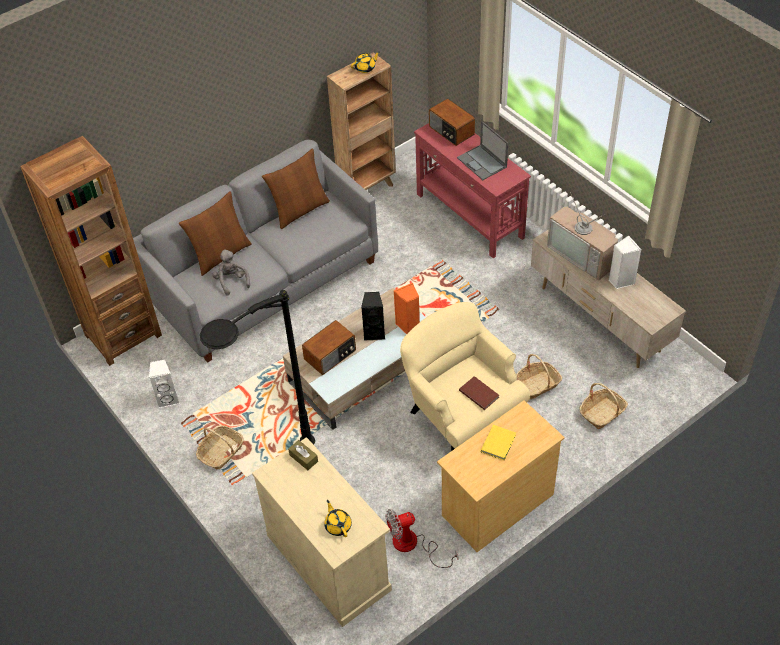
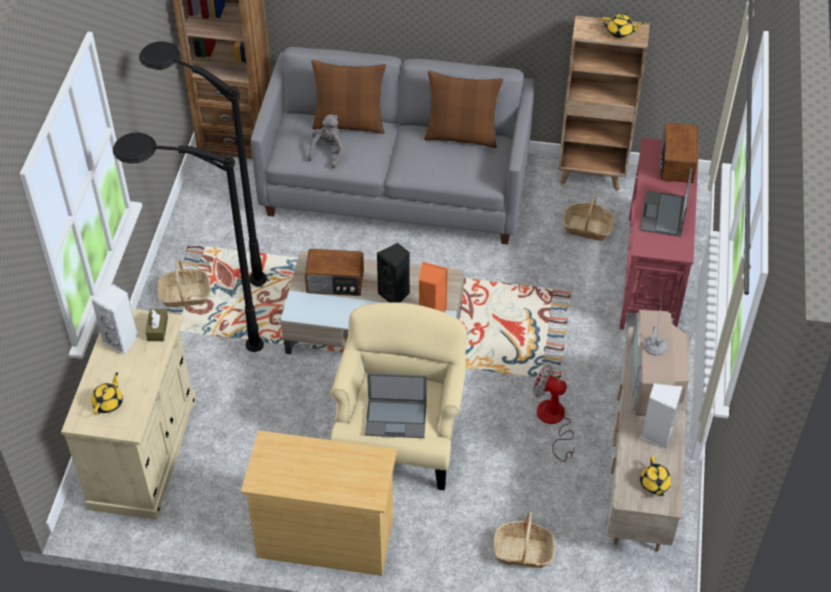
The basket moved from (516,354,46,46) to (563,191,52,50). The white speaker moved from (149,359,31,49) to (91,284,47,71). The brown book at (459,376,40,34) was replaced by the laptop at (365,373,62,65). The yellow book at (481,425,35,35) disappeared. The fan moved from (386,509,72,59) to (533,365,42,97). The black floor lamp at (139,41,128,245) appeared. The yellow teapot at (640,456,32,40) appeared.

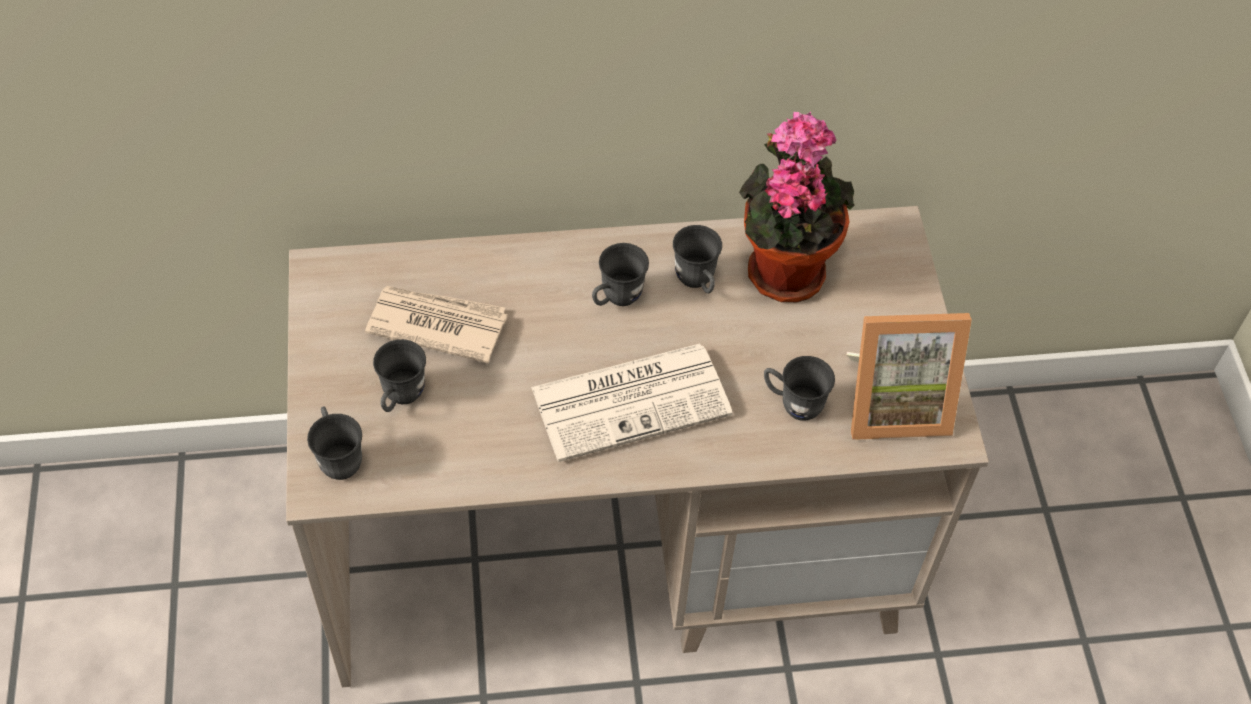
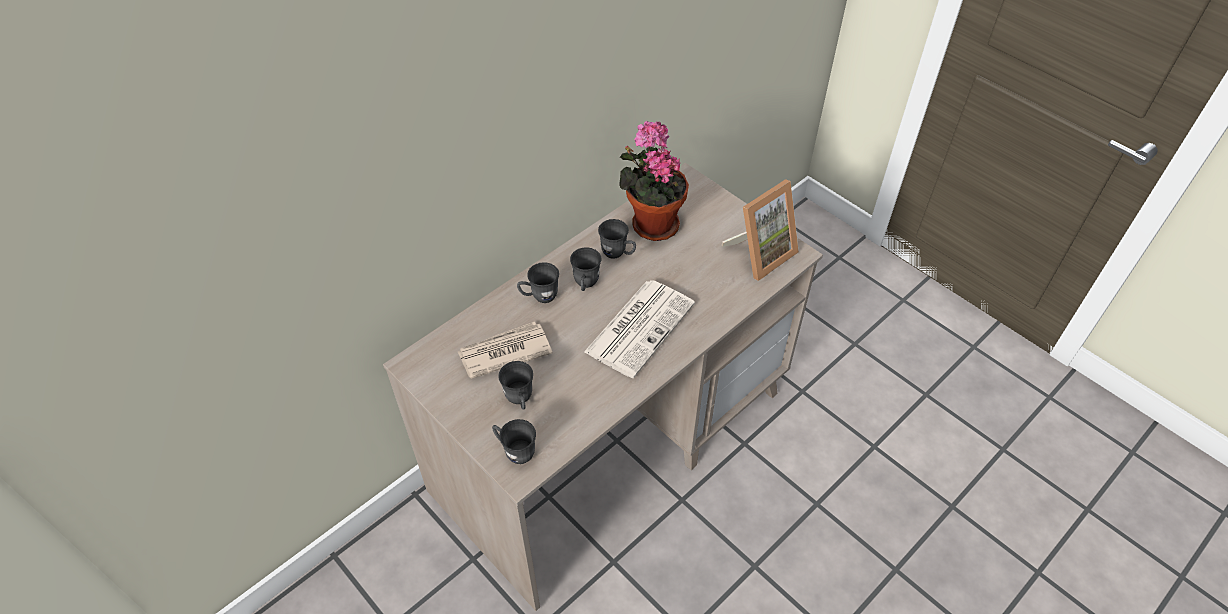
The grey mug moved from (764,356,71,65) to (517,262,42,41).

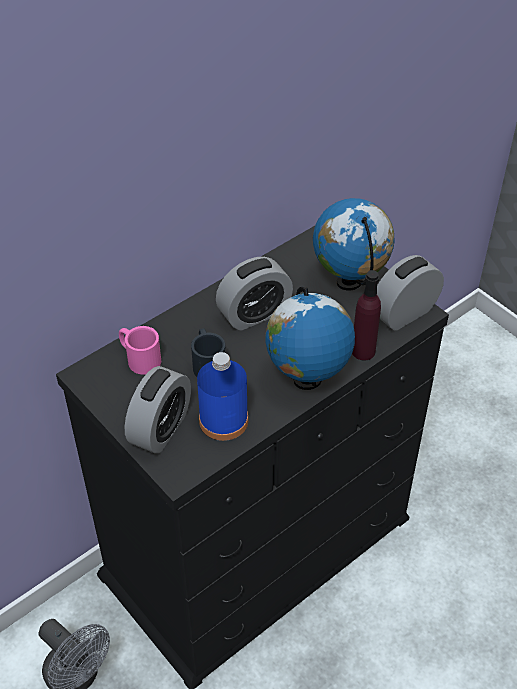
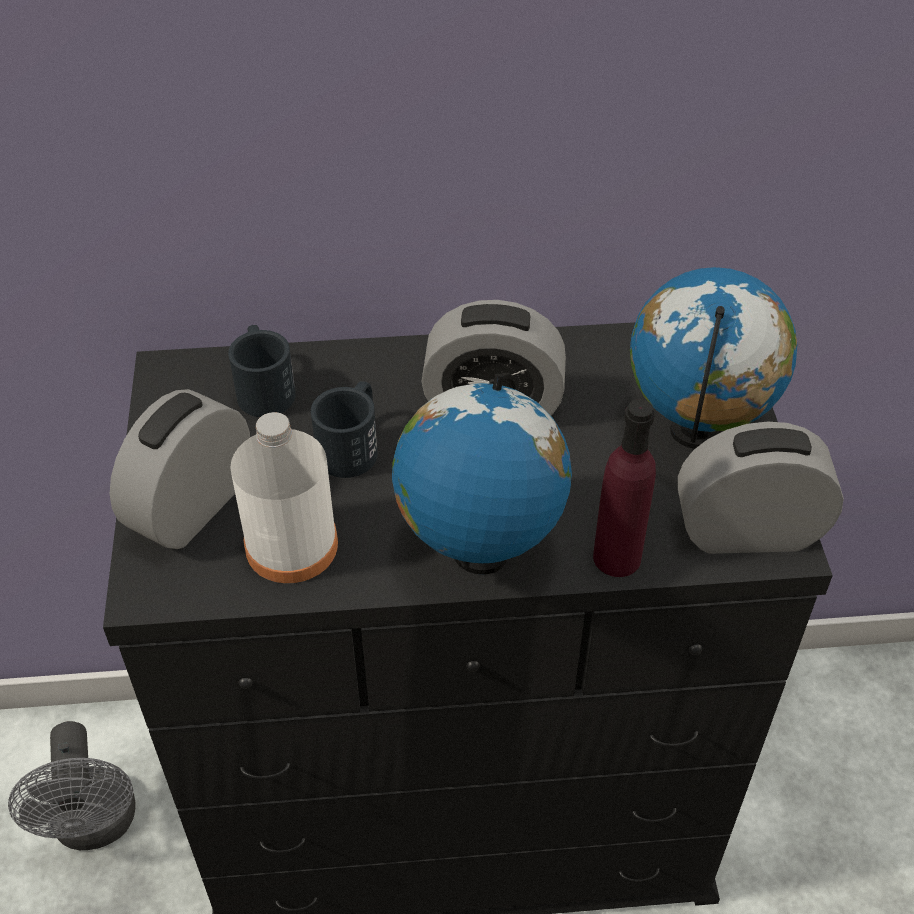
The pink mug at (119,326,42,49) became the black mug at (228,325,68,92). The blue bottle at (197,352,51,89) became the white bottle at (230,412,108,171). The alarm clock at (125,366,66,88) turned 150 degrees clockwise.

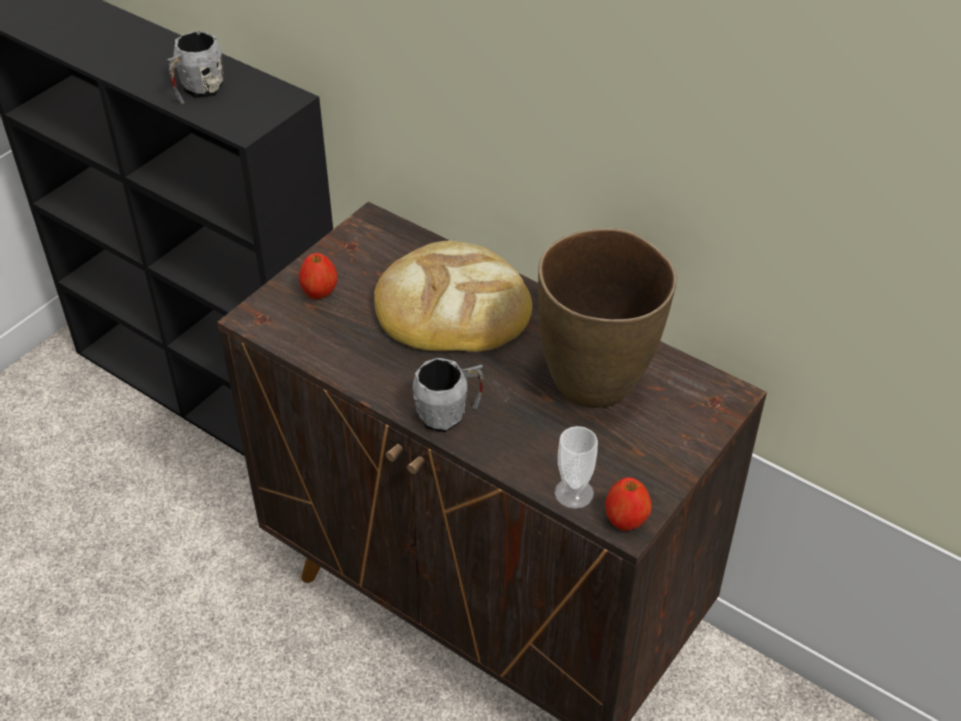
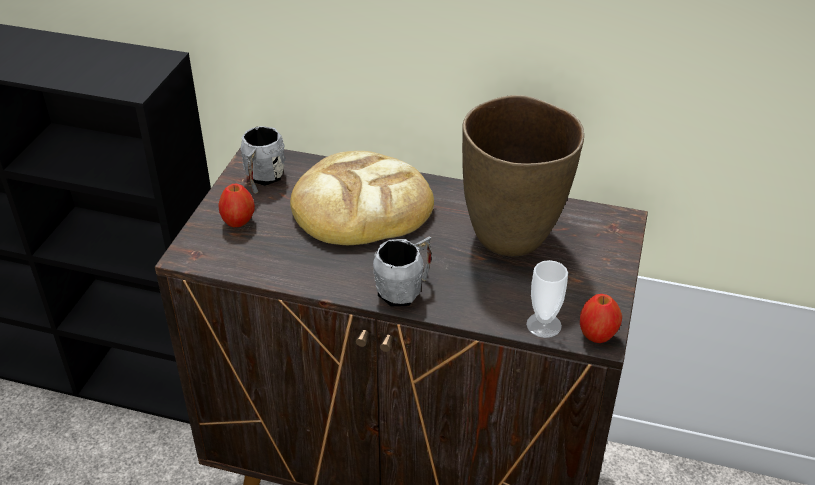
The grey mug moved from (167,31,57,73) to (241,126,45,68).

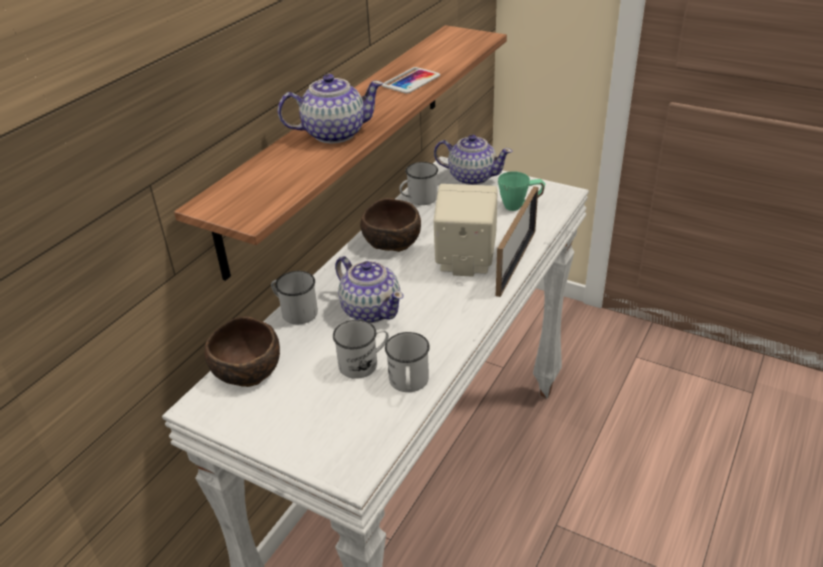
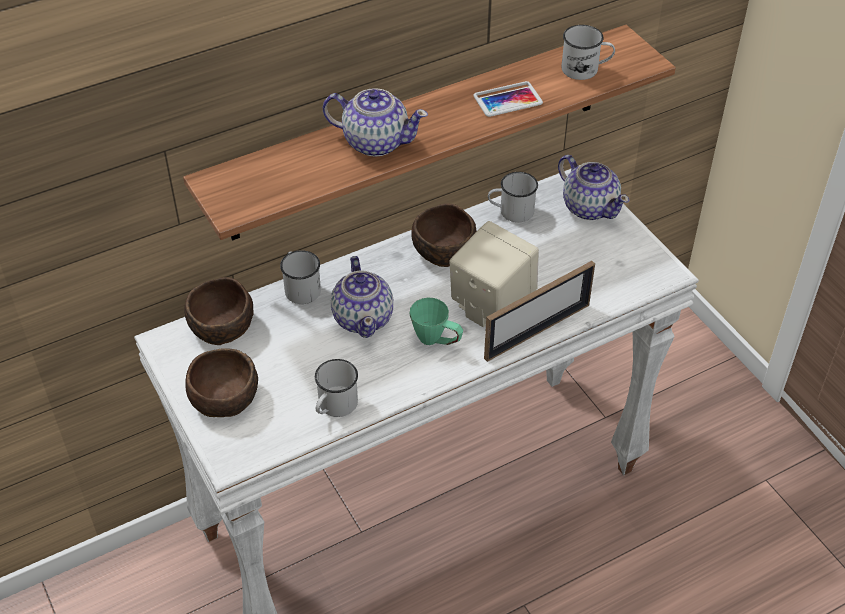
The green mug moved from (498,171,47,40) to (410,298,53,47). The white mug moved from (333,320,56,59) to (561,25,54,55). The brown bowl at (185,348,73,69) appeared.

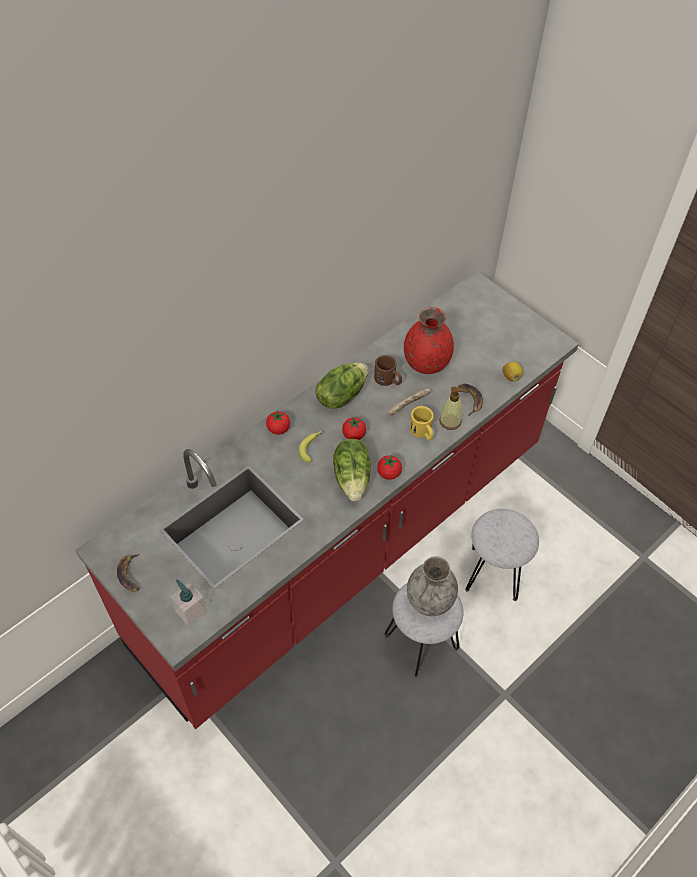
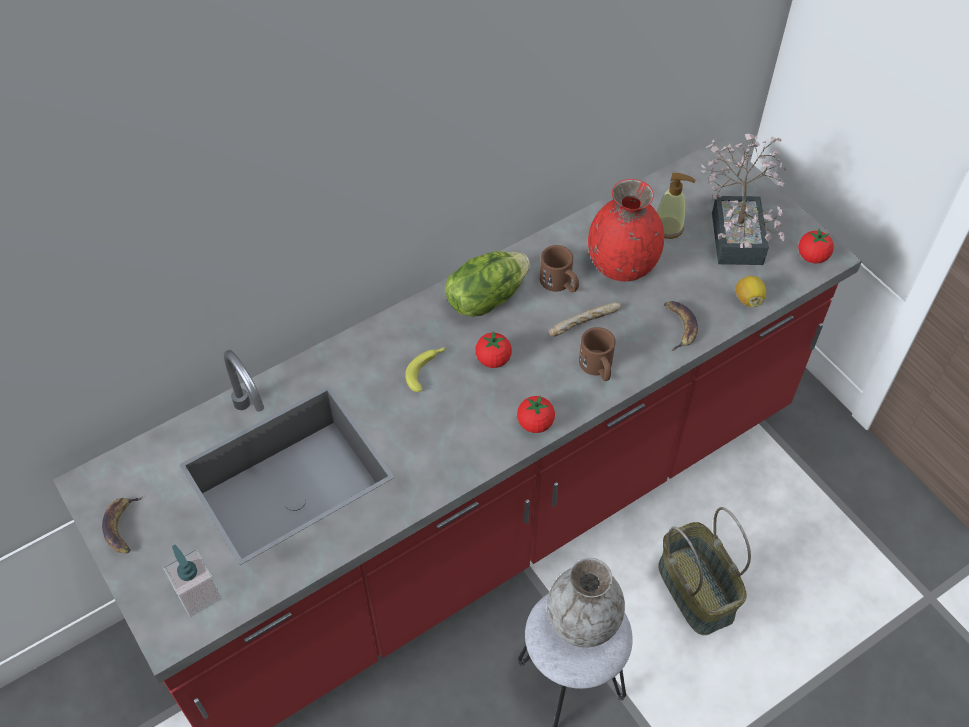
The soap dispenser moved from (439,387,29,43) to (657,173,38,66). The yellow mug at (410,406,24,35) became the brown mug at (579,327,36,54). The tomato moved from (266,410,24,25) to (798,228,36,35). The lettuce at (333,439,38,62) disappeared. The grey stool at (465,509,74,92) was replaced by the basket at (658,507,93,128). The potted plant at (701,134,85,131) appeared.

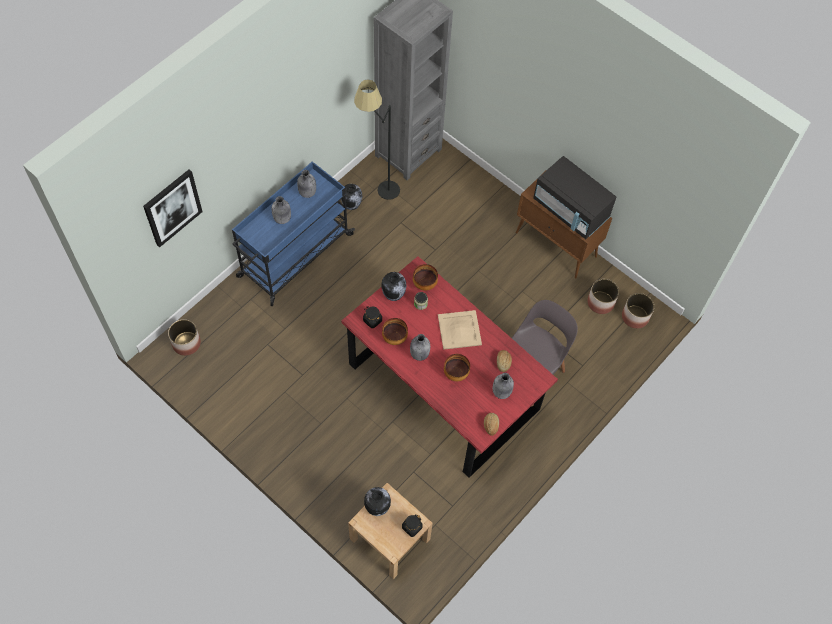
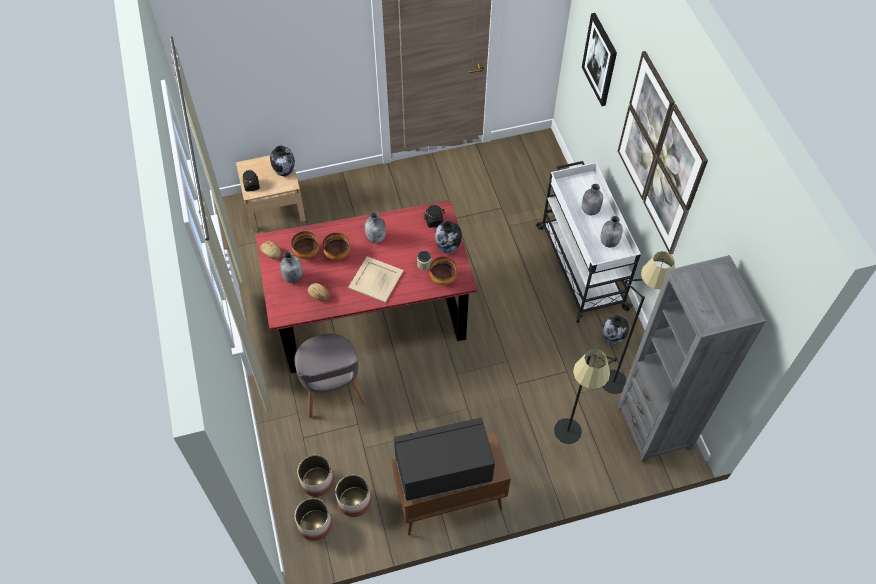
The blue cart at (232,161,123,145) became the white cart at (536,161,105,162). The bowl moved from (382,318,26,27) to (291,231,28,28). The planter moved from (168,319,33,37) to (297,455,37,42). The picture at (618,51,90,203) appeared. The black floor lamp at (554,349,63,95) appeared.

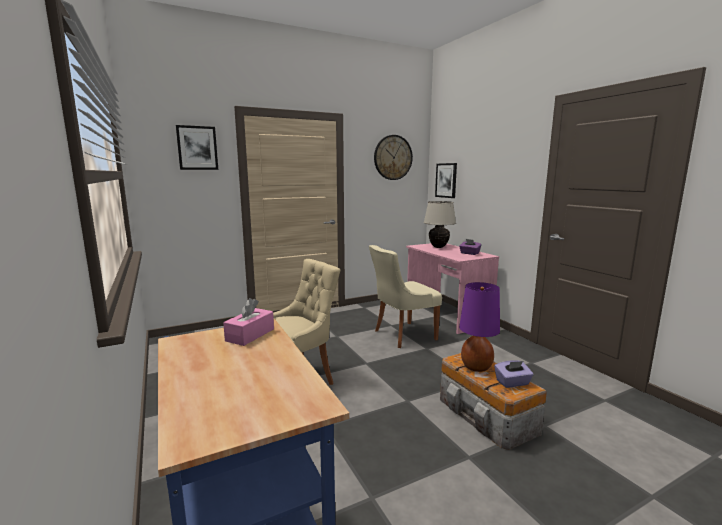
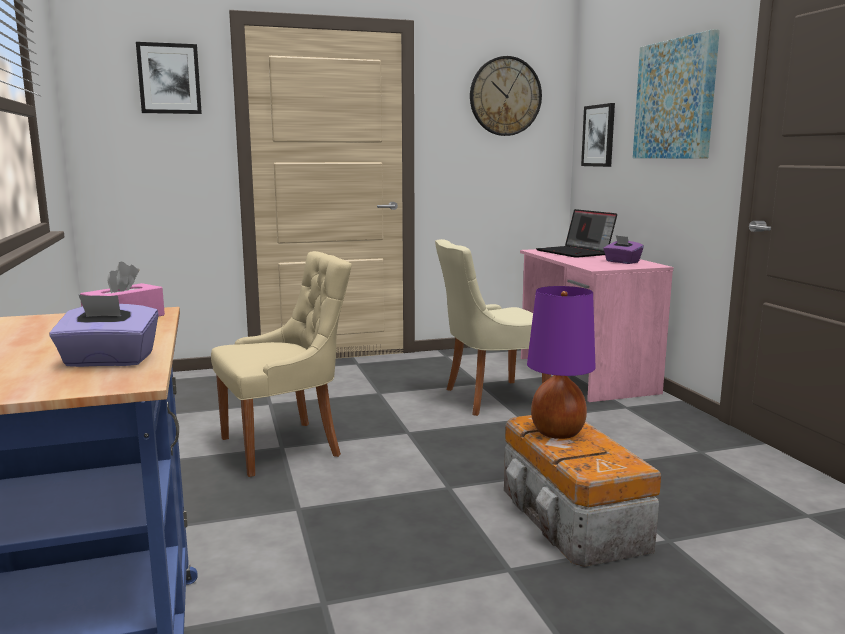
The beige table lamp at (424,201,32,47) was replaced by the laptop at (536,209,81,49). The purple tissue box moved from (494,360,40,28) to (49,295,110,72). The picture at (633,29,87,130) appeared.

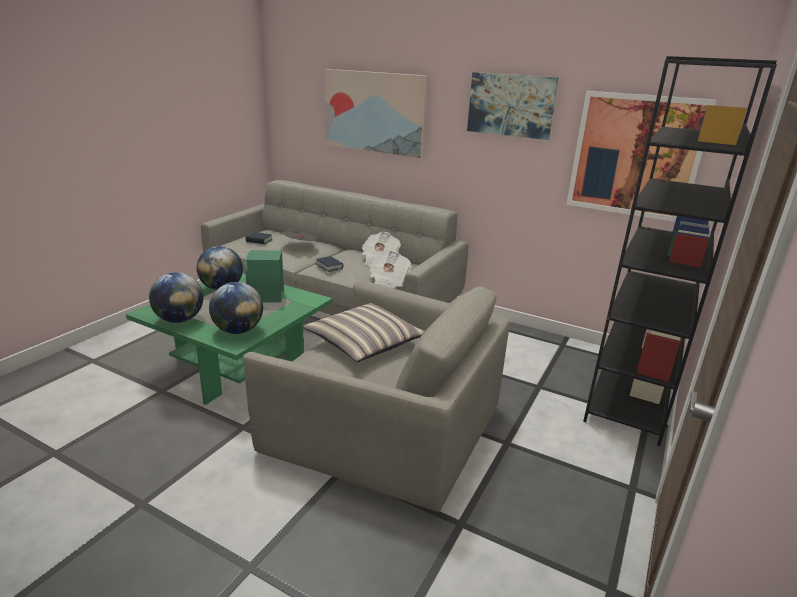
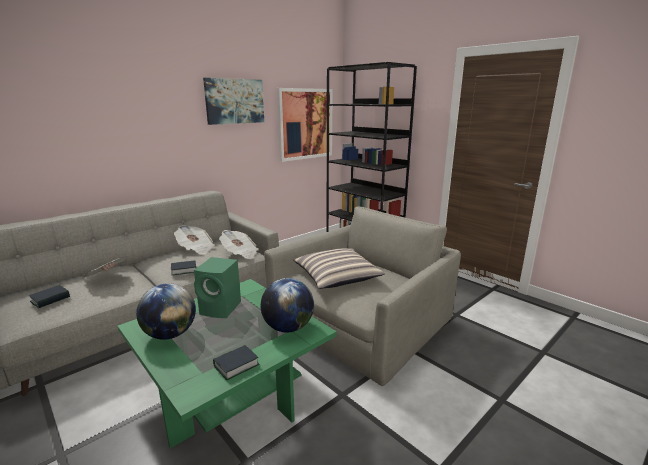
The picture at (325,69,103,89) disappeared. The globe at (149,272,54,51) was replaced by the book at (213,345,47,35).

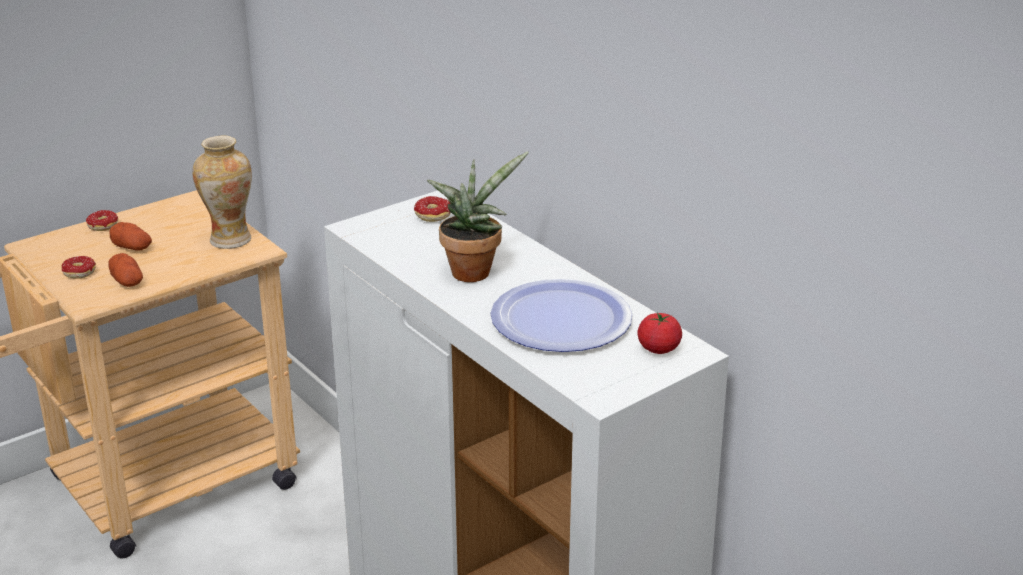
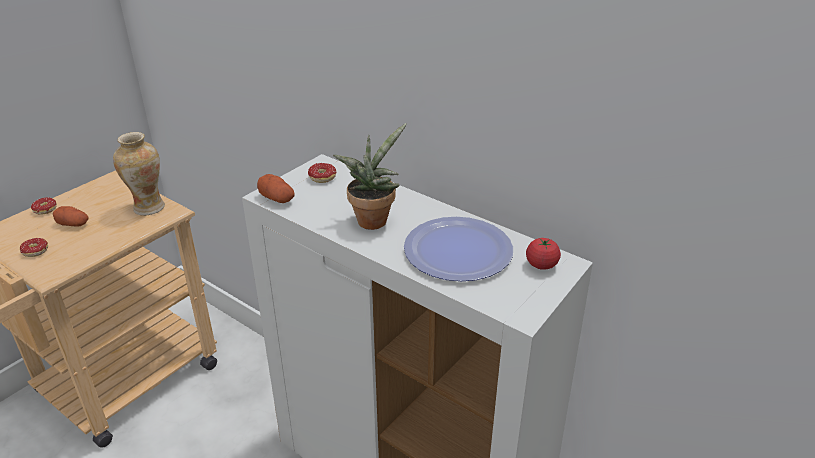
The potato moved from (108,253,35,34) to (257,174,38,29).

